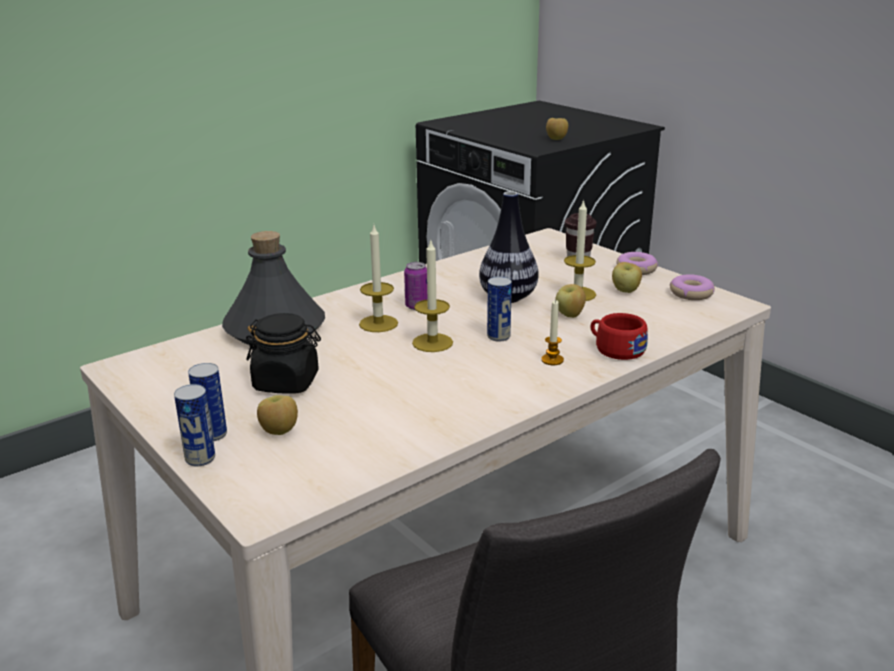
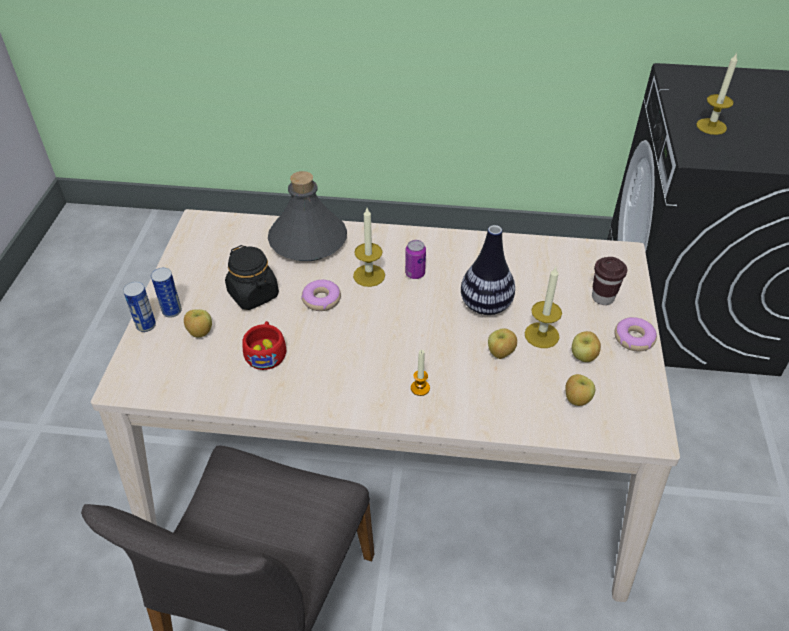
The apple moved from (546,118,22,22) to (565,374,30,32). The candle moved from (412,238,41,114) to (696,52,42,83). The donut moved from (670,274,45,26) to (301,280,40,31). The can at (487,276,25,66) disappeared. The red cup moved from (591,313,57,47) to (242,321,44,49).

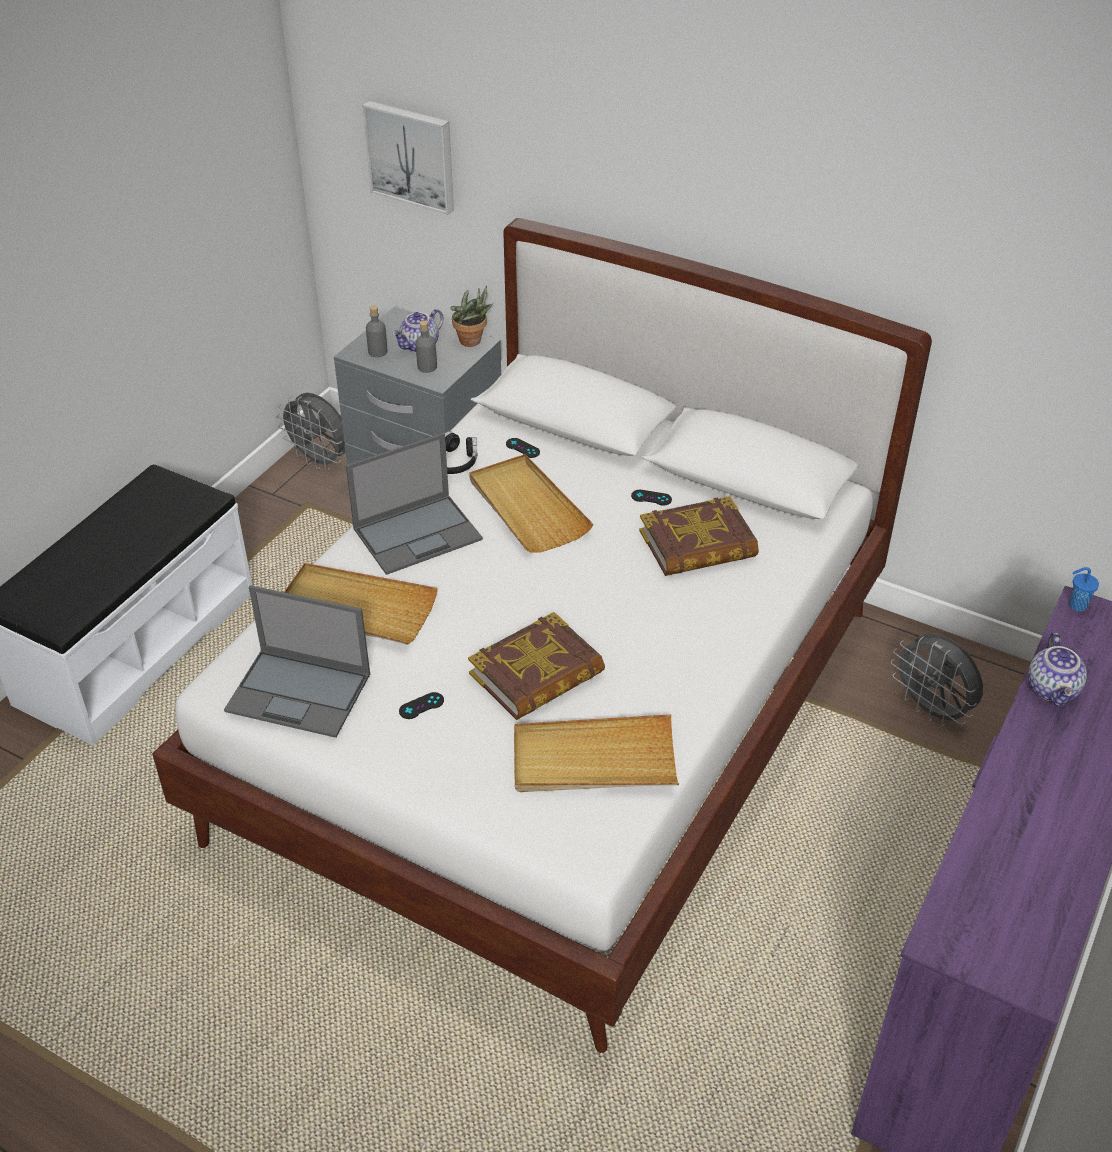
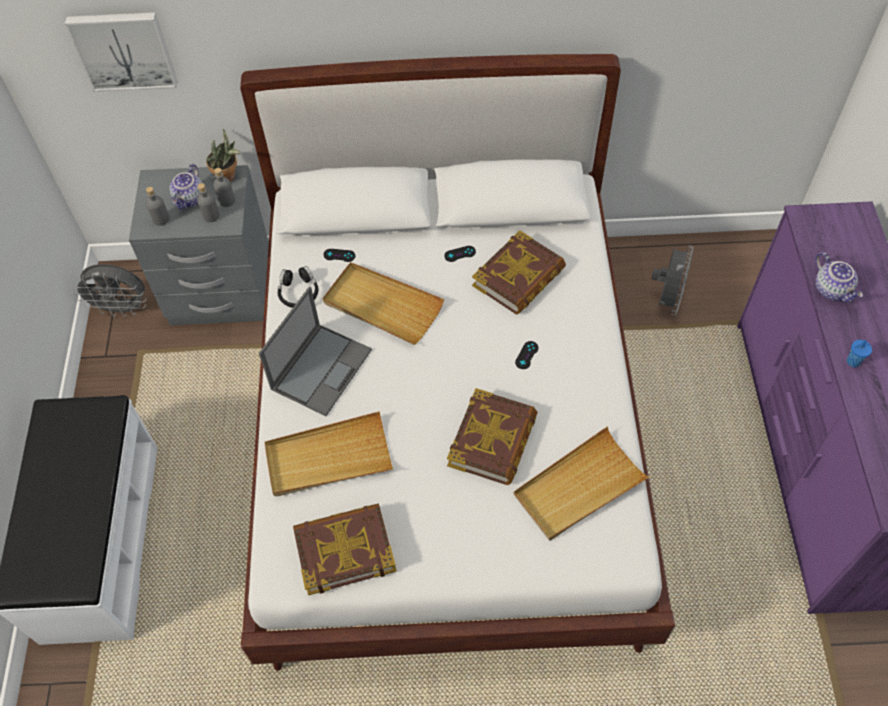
The blue cup moved from (1069,567,30,45) to (847,340,25,27). The laptop at (224,585,146,153) was replaced by the book at (293,503,103,92). The grey fan at (891,633,92,94) turned 90 degrees counterclockwise. The black game controller moved from (399,692,45,27) to (515,341,24,28). The grey bottle at (213,168,22,39) appeared.

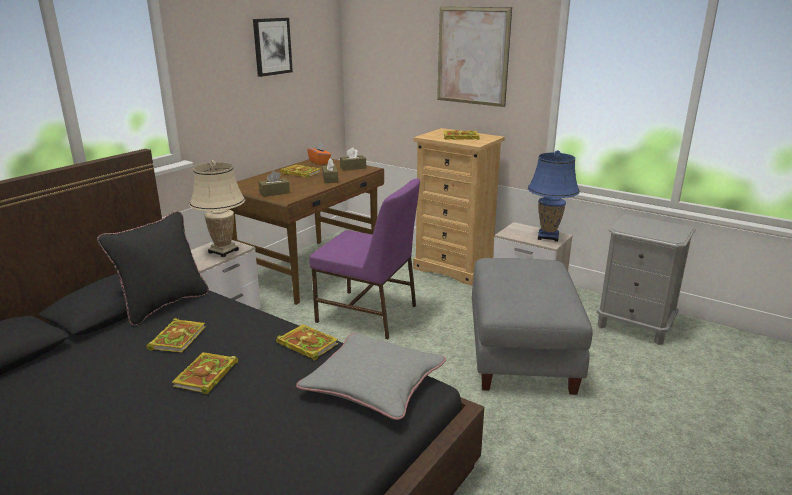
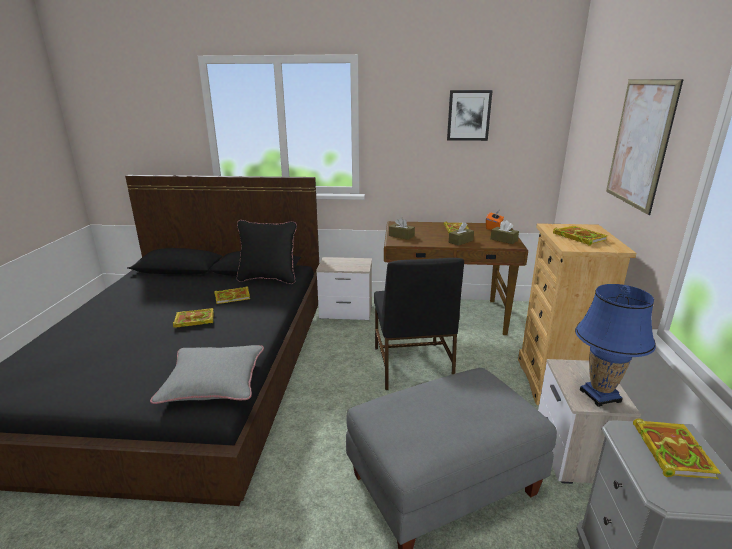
The beige table lamp at (189,160,56,97) disappeared. The purple chair at (309,178,111,161) became the black chair at (374,258,90,132). The book moved from (276,324,62,36) to (633,418,88,61).

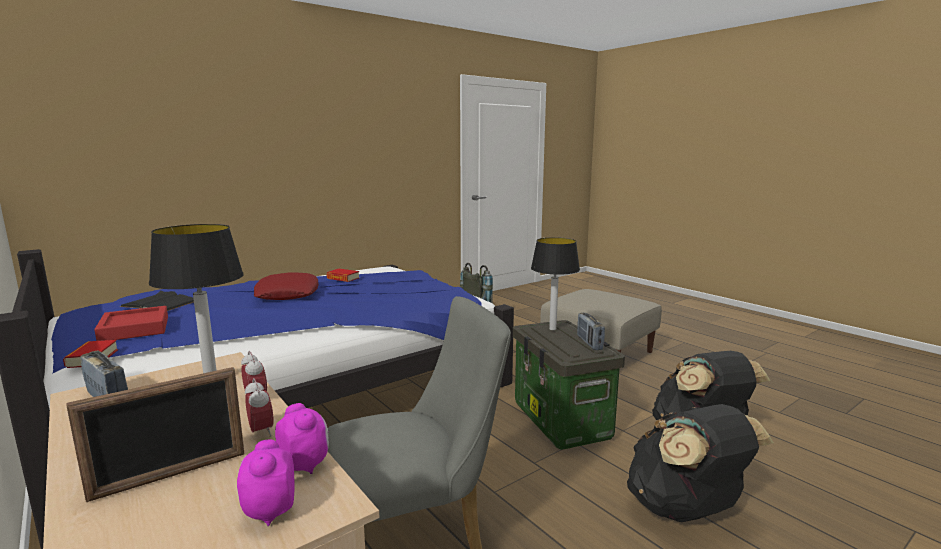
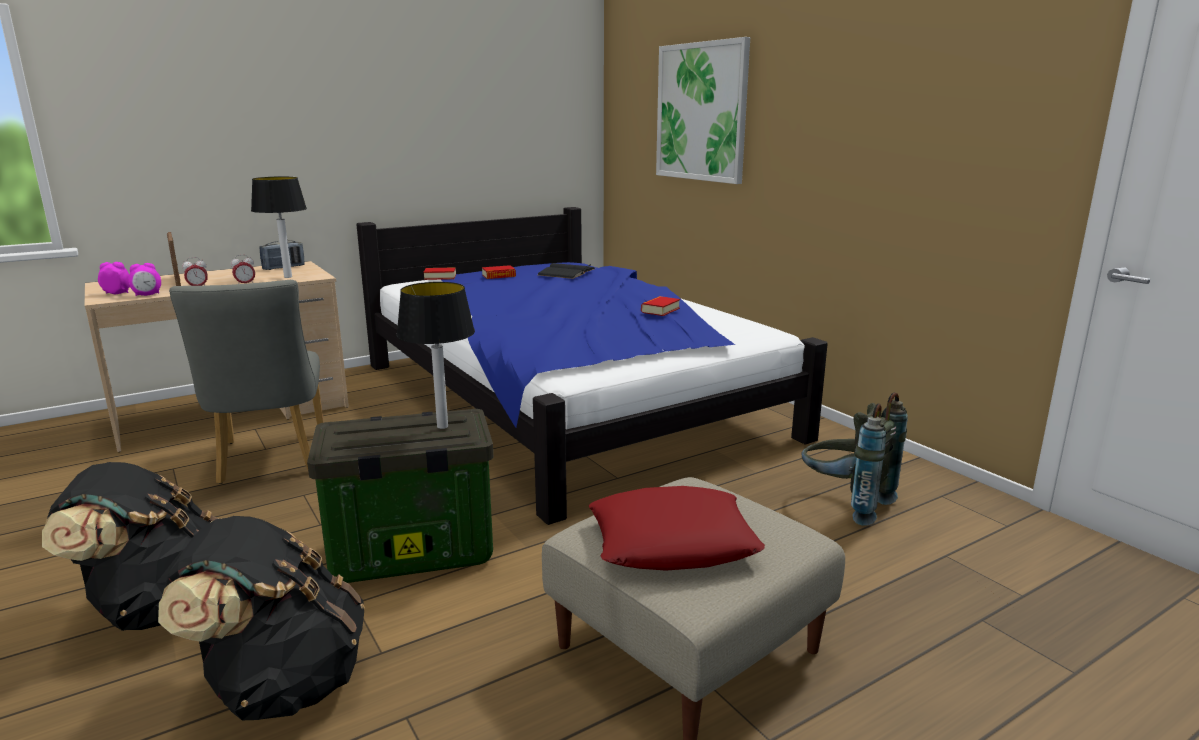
The red pillow moved from (254,273,65,27) to (589,486,176,85). The red tray at (94,306,74,35) was replaced by the book at (482,265,34,14). The radio at (577,313,28,37) disappeared. The picture at (656,37,94,147) appeared.

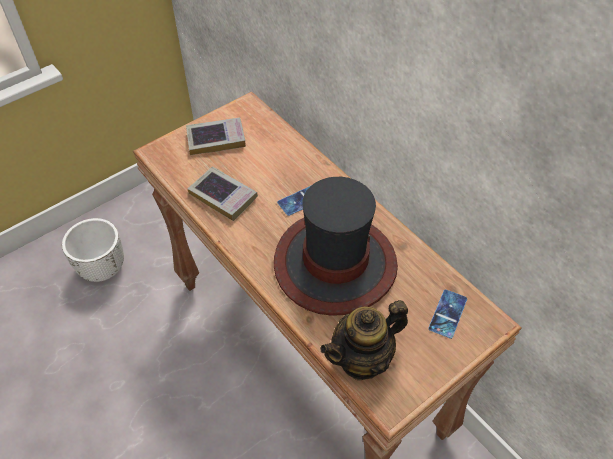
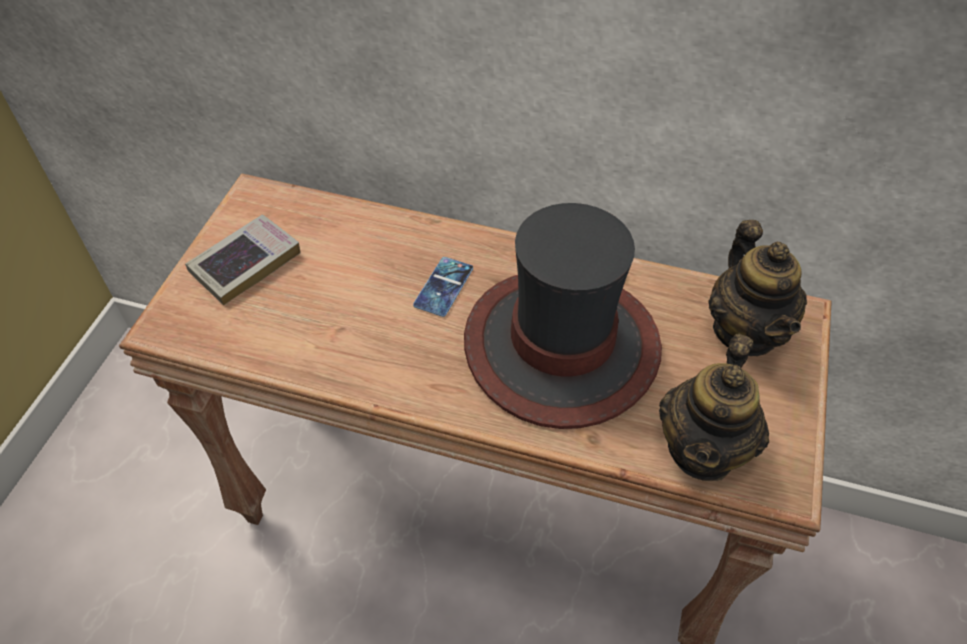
The book at (188,166,70,55) disappeared. The white planter at (62,218,62,64) disappeared. The phone at (428,289,39,50) was replaced by the teapot at (708,220,99,136).

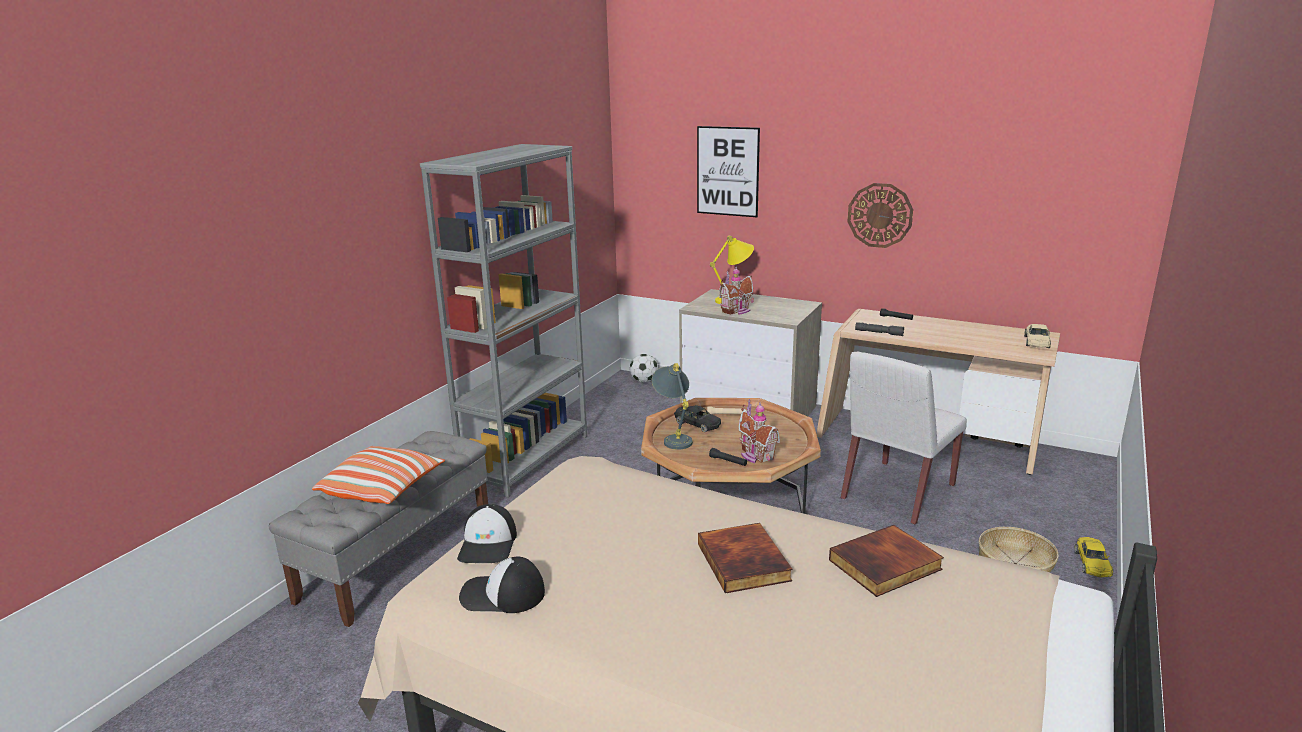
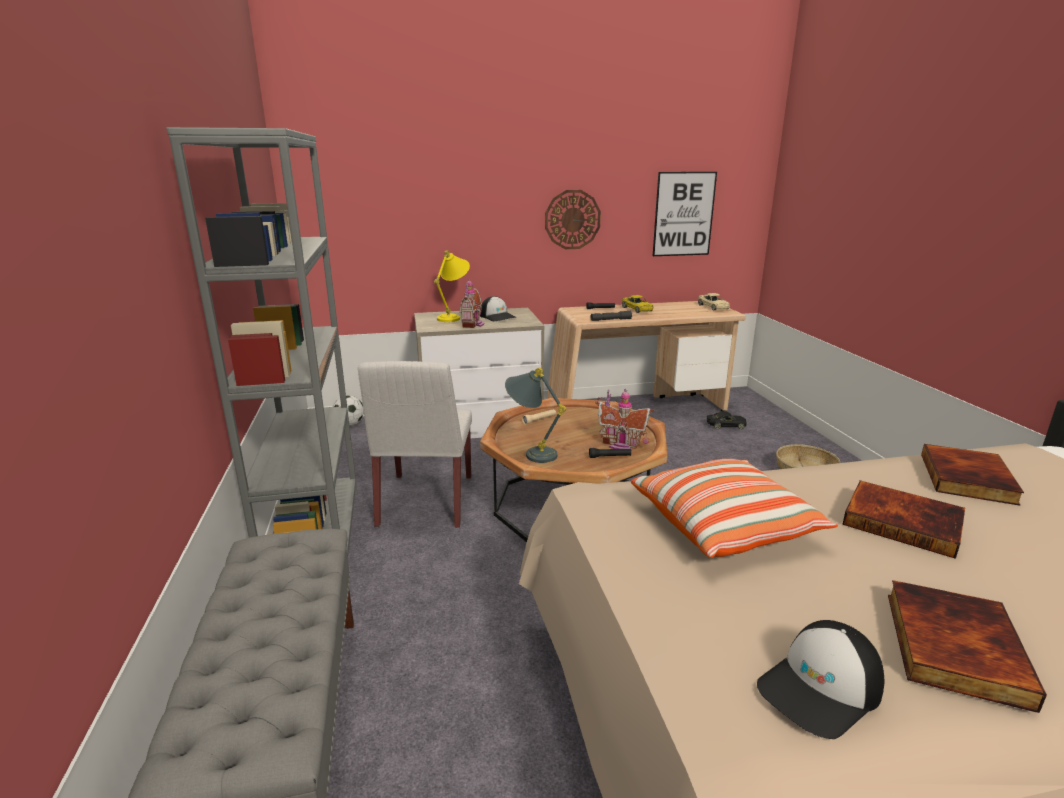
The picture moved from (697,126,63,91) to (653,172,64,84). The white chair moved from (841,352,126,173) to (358,361,114,167). The black toy car moved from (674,405,47,27) to (707,411,40,18). The pillow moved from (312,446,133,58) to (631,459,207,99). The cap moved from (457,504,60,59) to (480,296,37,25). The yellow toy car moved from (1074,537,39,40) to (622,295,31,18). The book at (888,580,159,133) appeared.

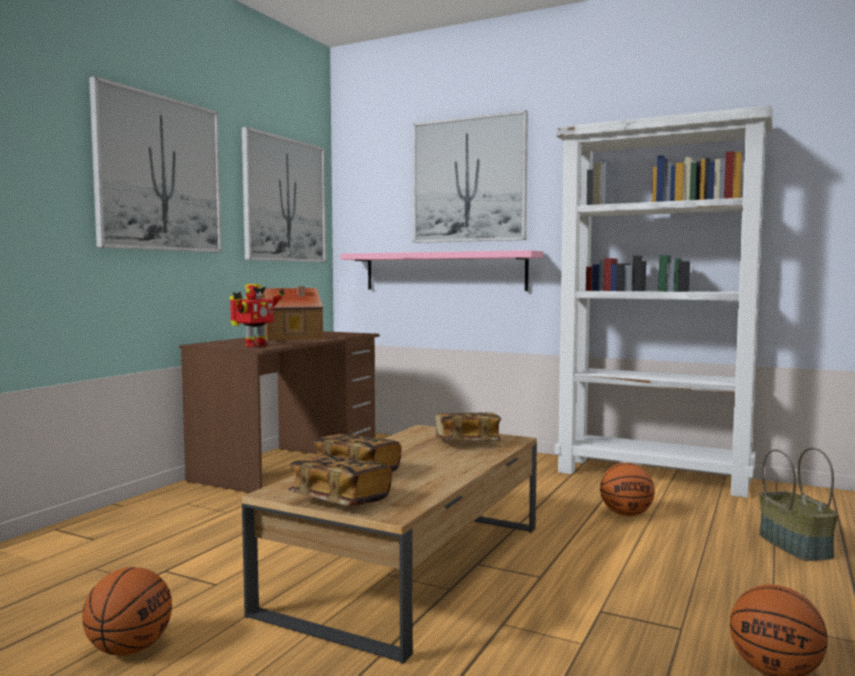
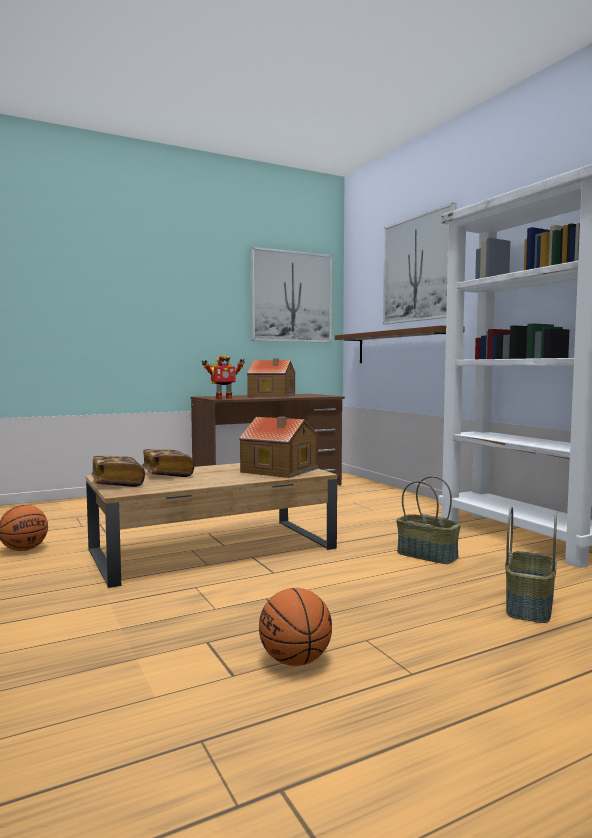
The picture at (89,76,133,176) disappeared. The pink shelf at (340,250,203,41) became the brown shelf at (335,325,129,38). The book at (435,413,66,28) was replaced by the toy house at (239,417,80,61). The basketball at (600,463,55,54) was replaced by the basket at (396,476,65,88).

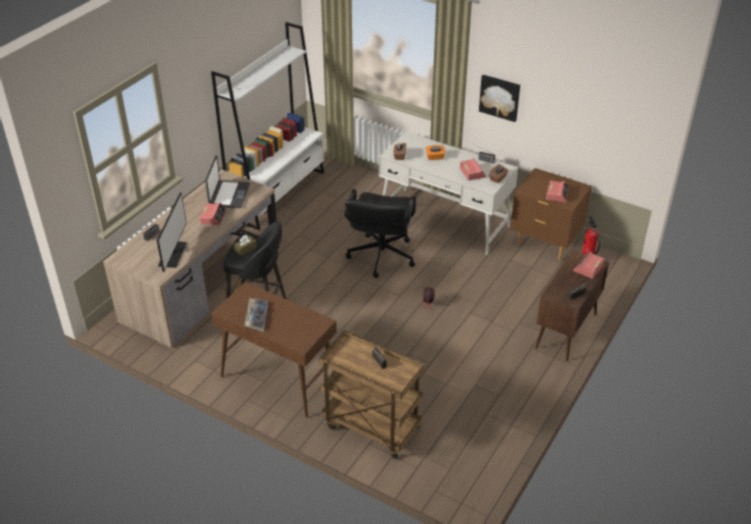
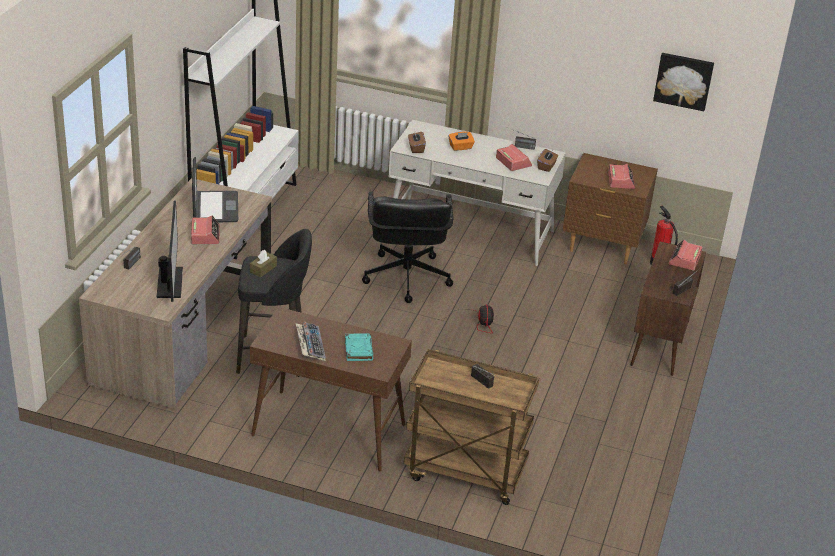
The picture moved from (479,75,41,47) to (653,53,61,58). The turquoise book at (345,333,28,28) appeared.

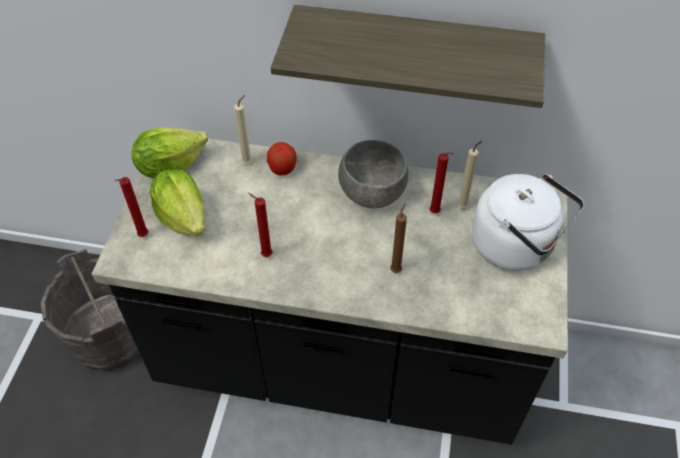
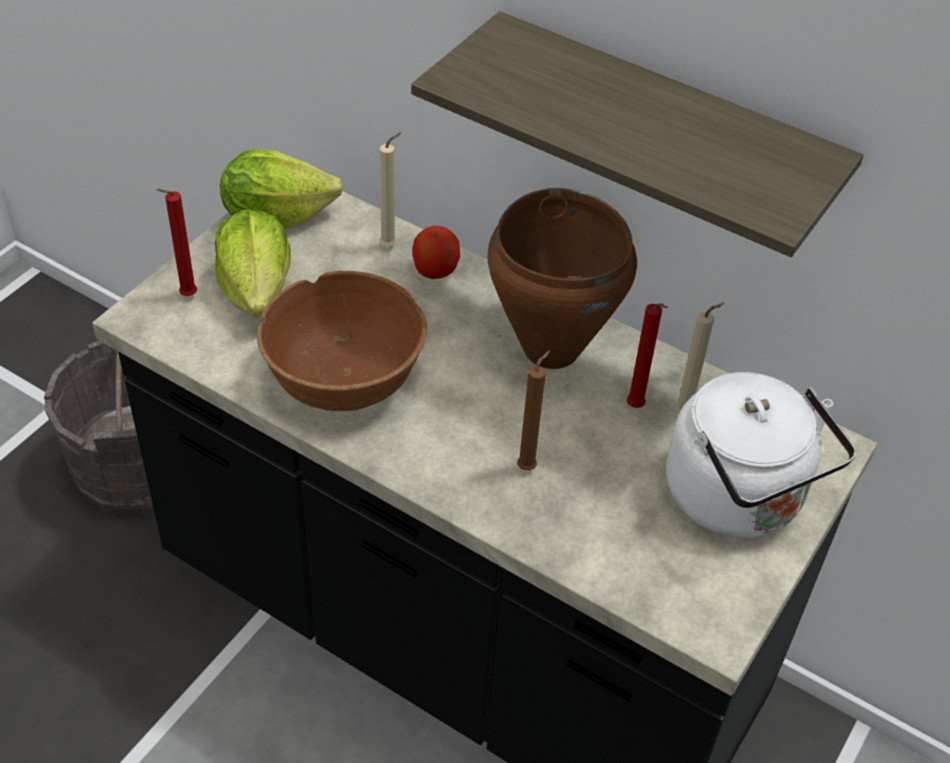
The grey bowl at (338,140,71,68) was replaced by the brown cooking pot at (488,188,149,181). The red candle at (248,193,24,64) was replaced by the brown bowl at (257,271,170,140).

